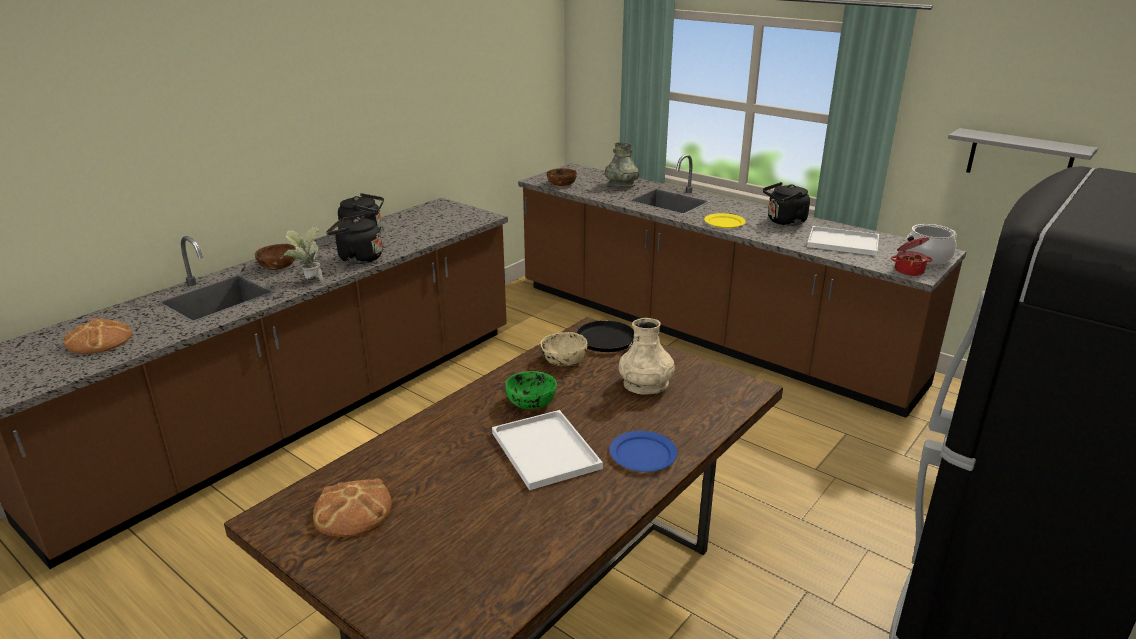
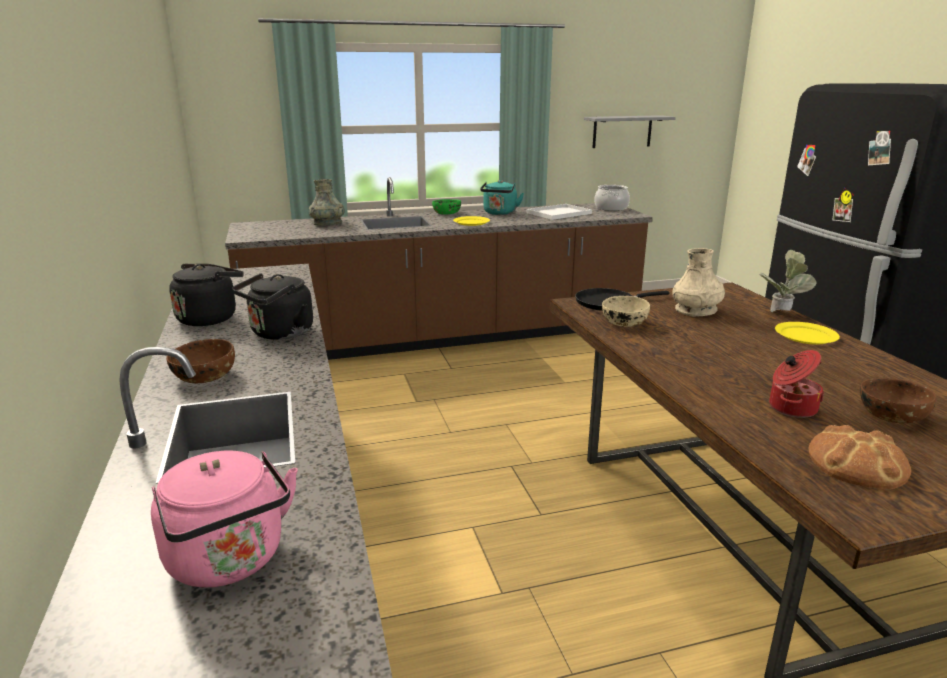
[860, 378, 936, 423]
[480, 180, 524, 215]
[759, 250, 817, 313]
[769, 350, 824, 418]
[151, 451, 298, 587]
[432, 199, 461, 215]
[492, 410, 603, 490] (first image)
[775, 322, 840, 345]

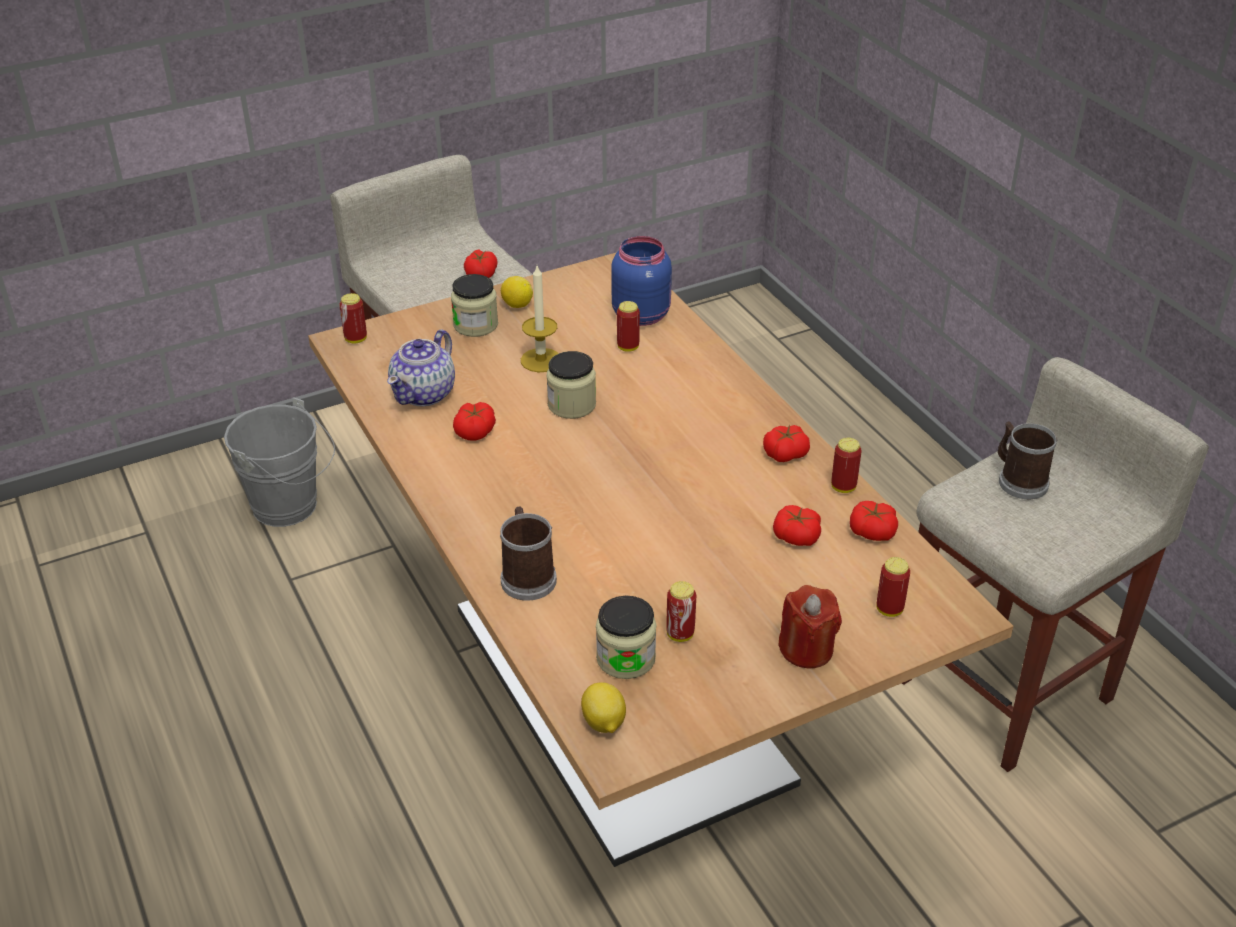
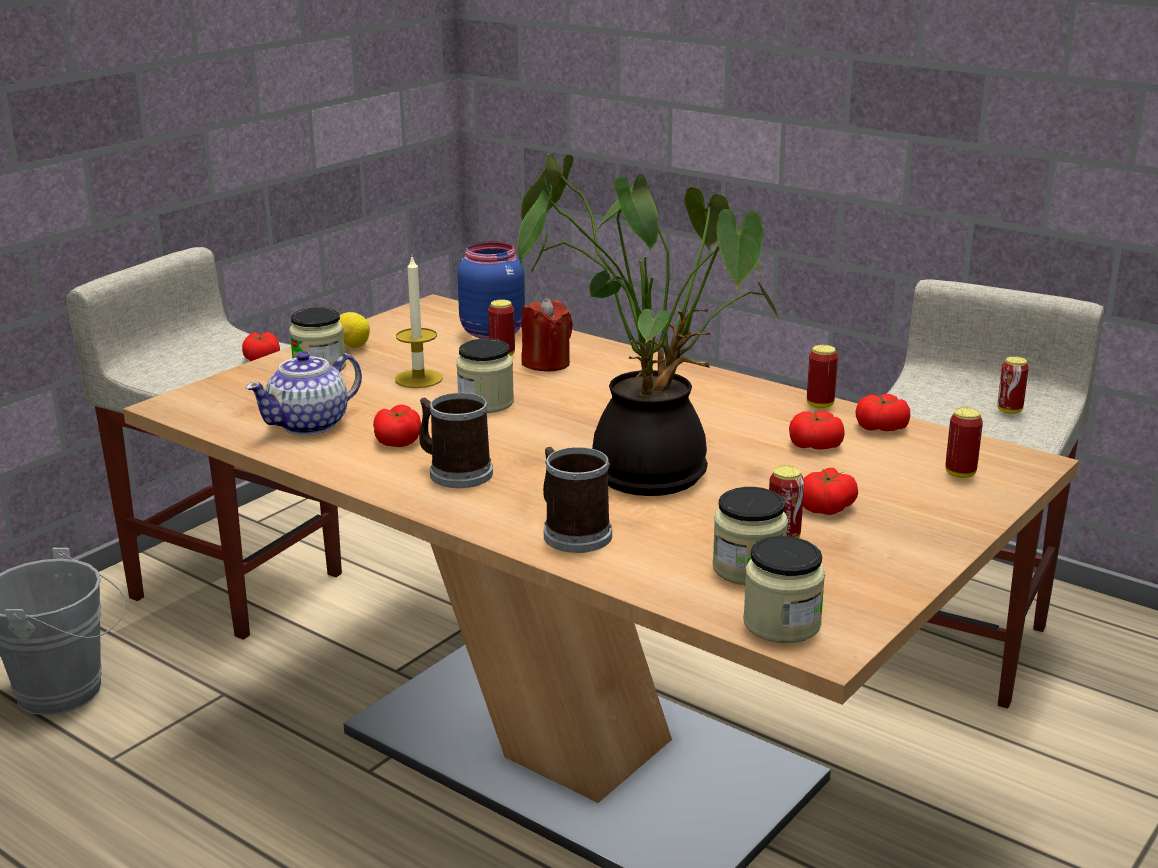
[997, 356, 1029, 414]
[245, 351, 362, 435]
[419, 393, 493, 488]
[803, 468, 858, 515]
[521, 298, 573, 372]
[743, 536, 825, 643]
[518, 153, 780, 496]

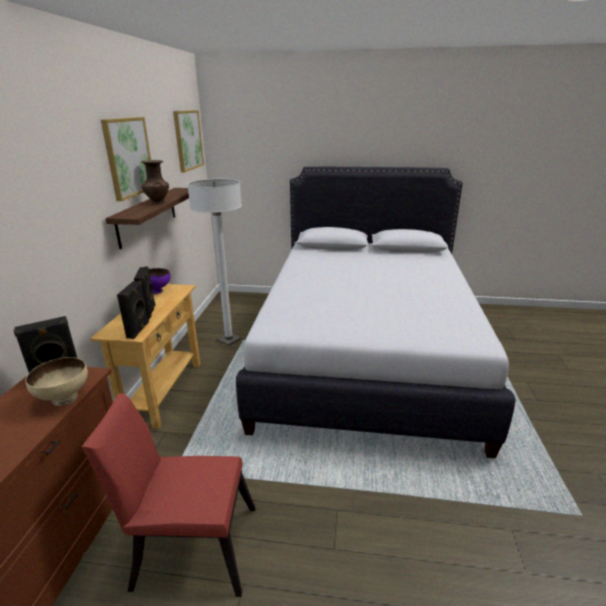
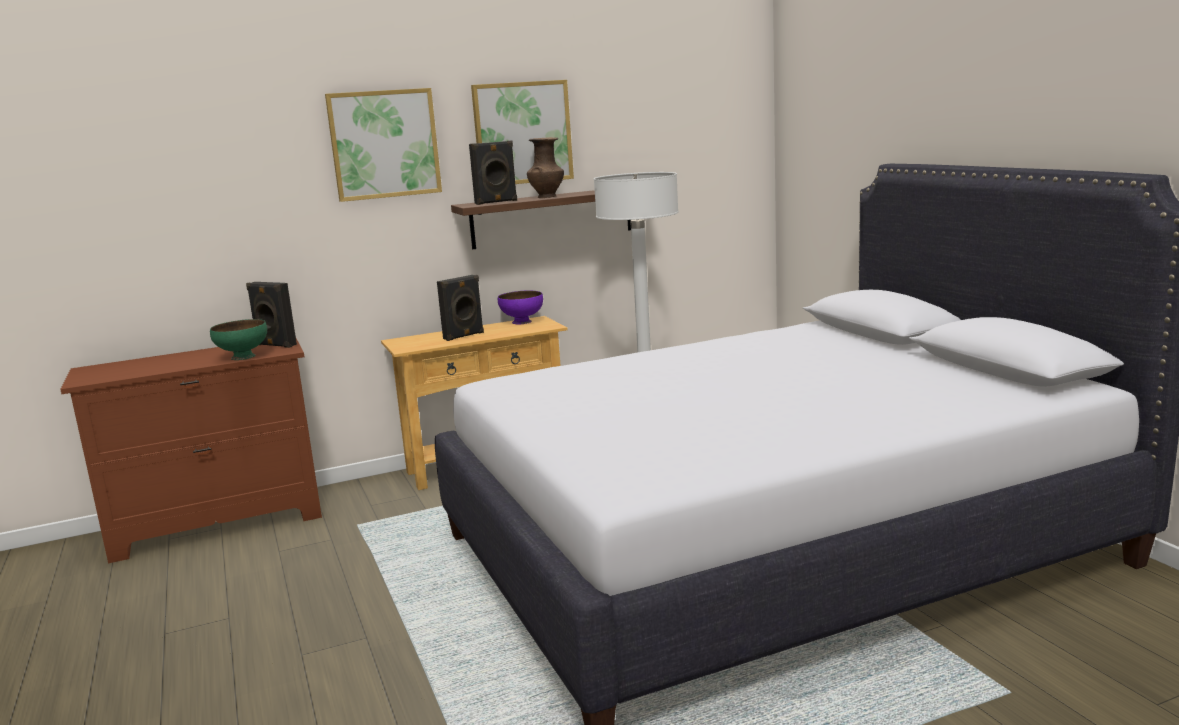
[325, 88, 442, 202]
[469, 140, 517, 205]
[210, 319, 267, 360]
[82, 393, 256, 597] (first image)

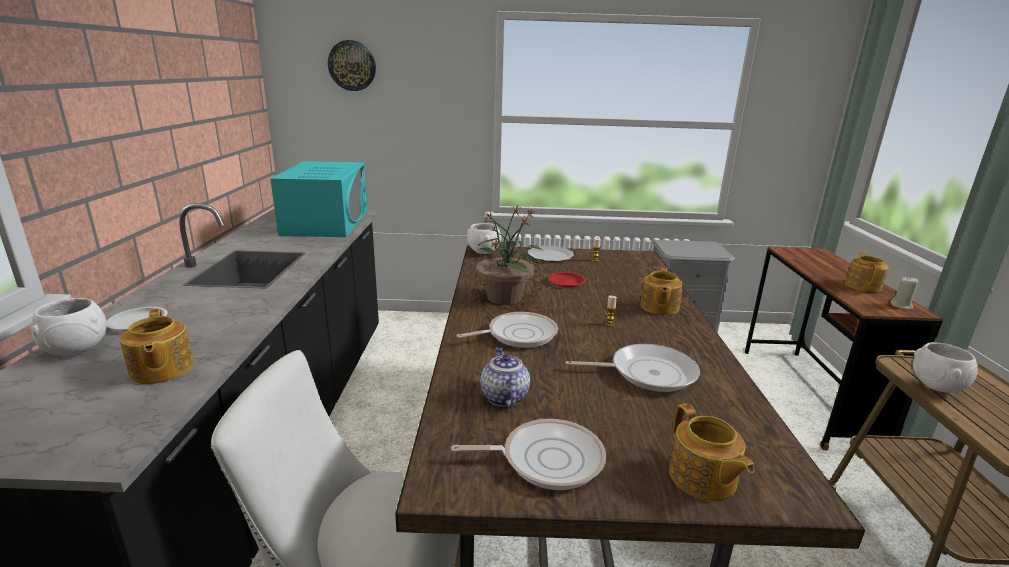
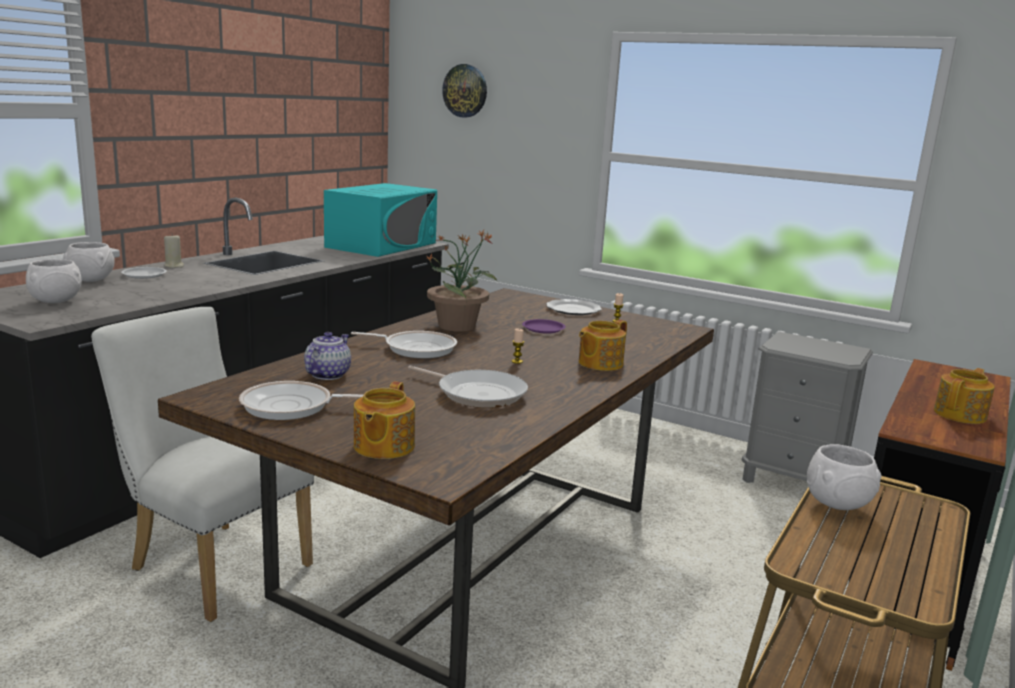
[26, 259, 82, 303]
[522, 319, 566, 334]
[164, 235, 184, 268]
[120, 309, 194, 384] (first image)
[239, 381, 363, 420]

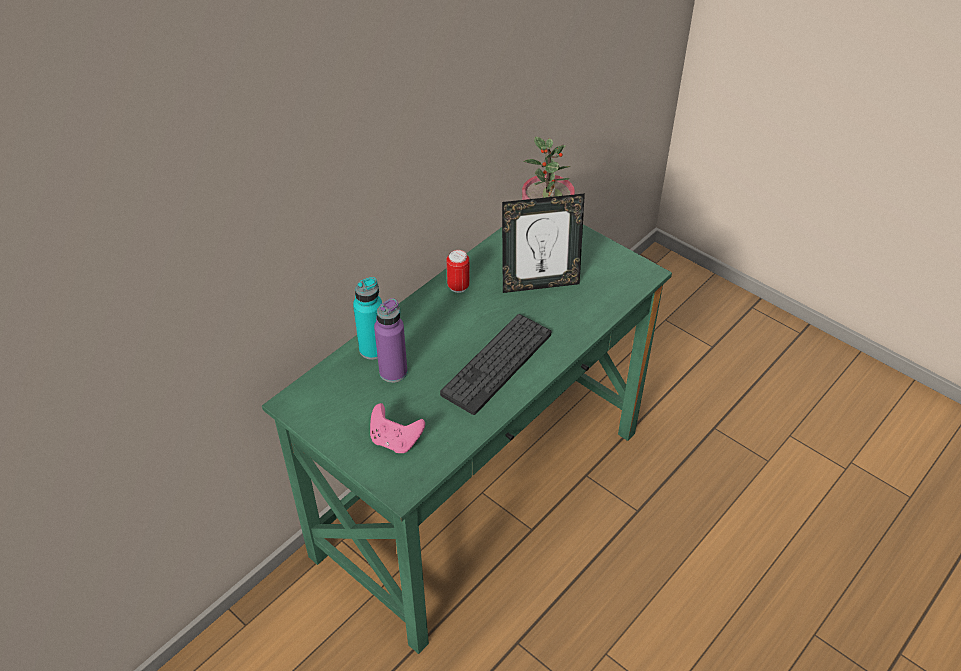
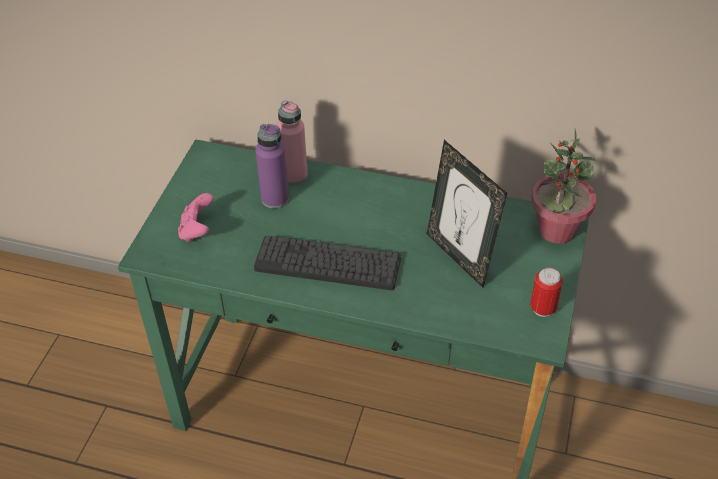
[530, 268, 563, 317]
[276, 101, 308, 185]

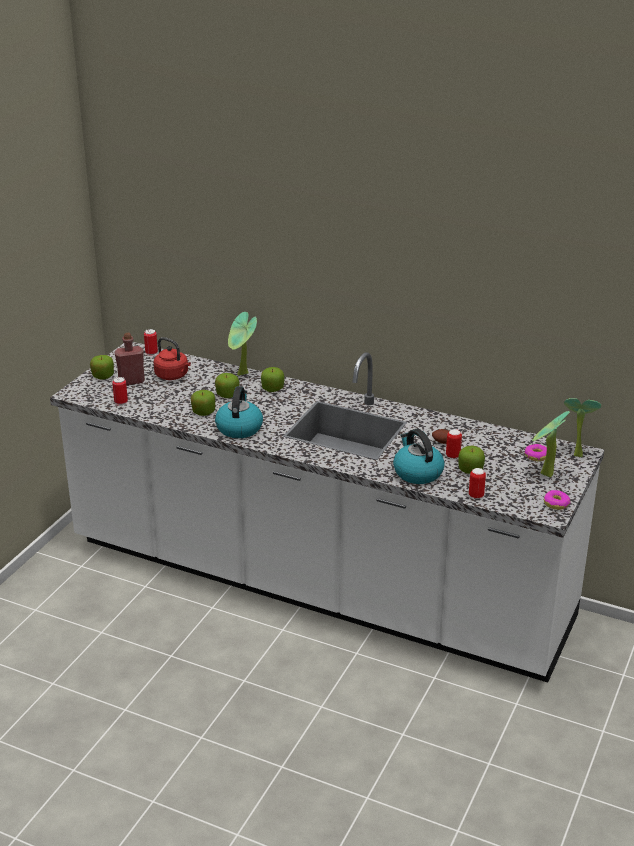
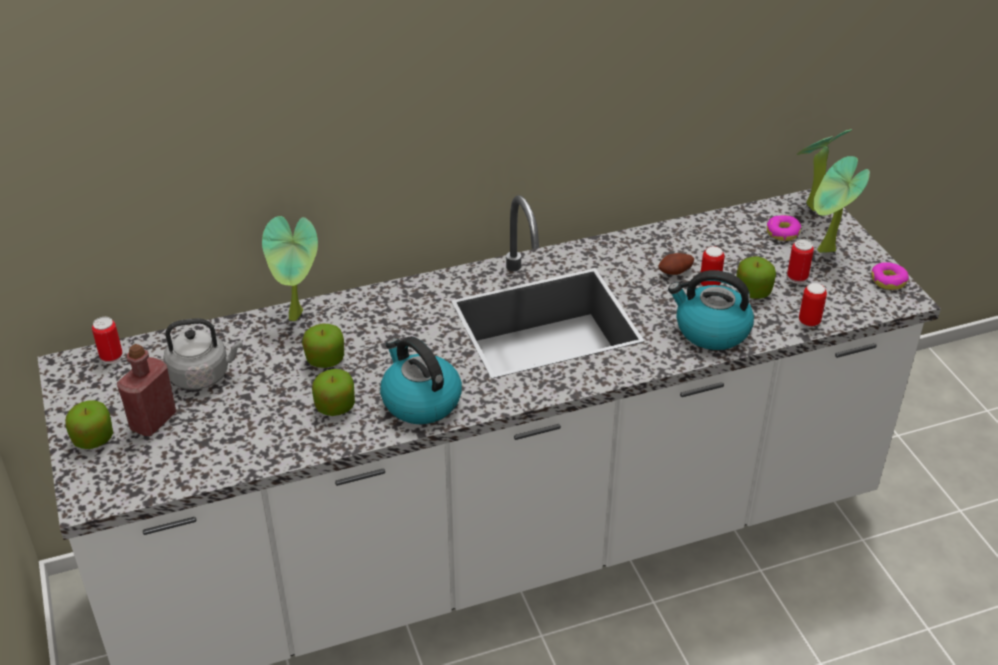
[163, 318, 243, 390]
[261, 367, 284, 392] (first image)
[787, 239, 814, 284]

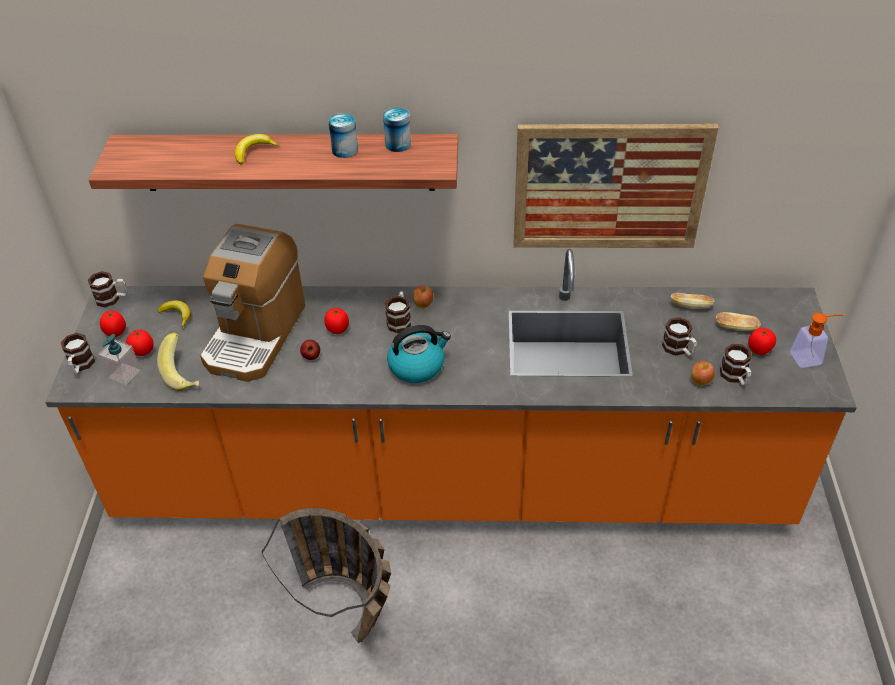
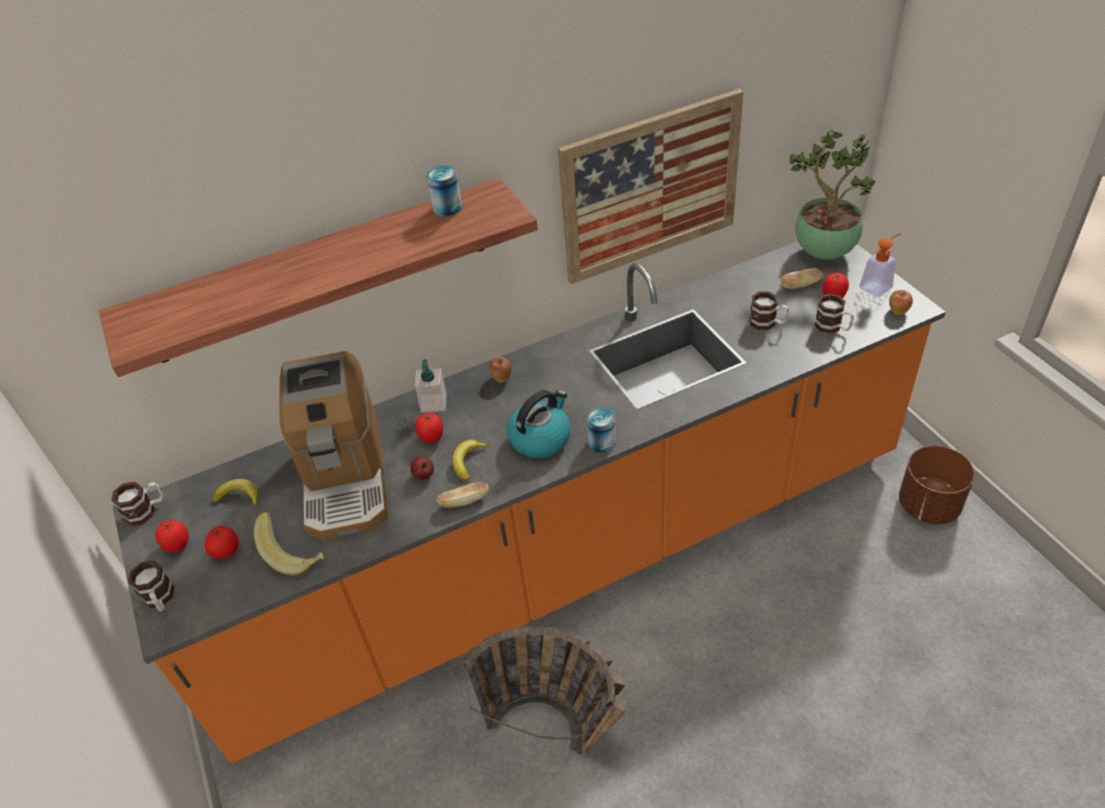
[587, 407, 616, 453]
[453, 440, 489, 481]
[385, 291, 411, 333] (first image)
[437, 482, 489, 508]
[415, 359, 447, 413]
[889, 290, 913, 315]
[789, 128, 876, 260]
[899, 445, 975, 524]

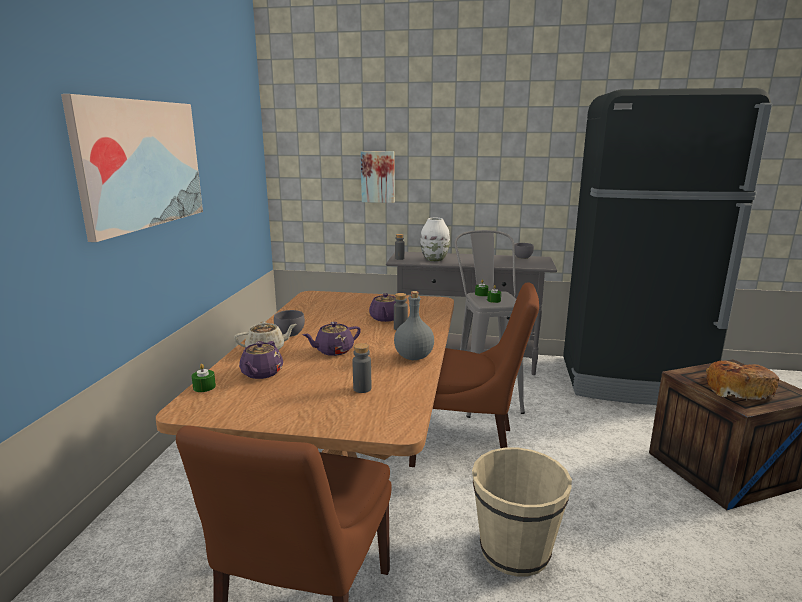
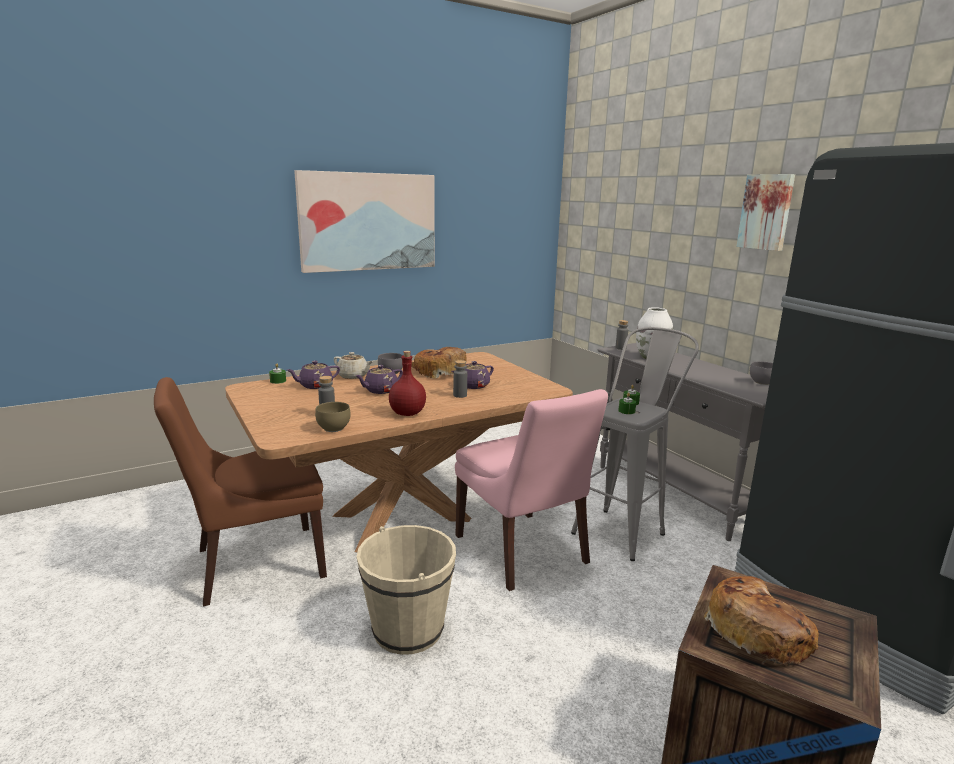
[736, 174, 795, 251]
[455, 389, 608, 591]
[389, 351, 426, 416]
[355, 365, 403, 394]
[411, 347, 466, 379]
[315, 402, 350, 432]

